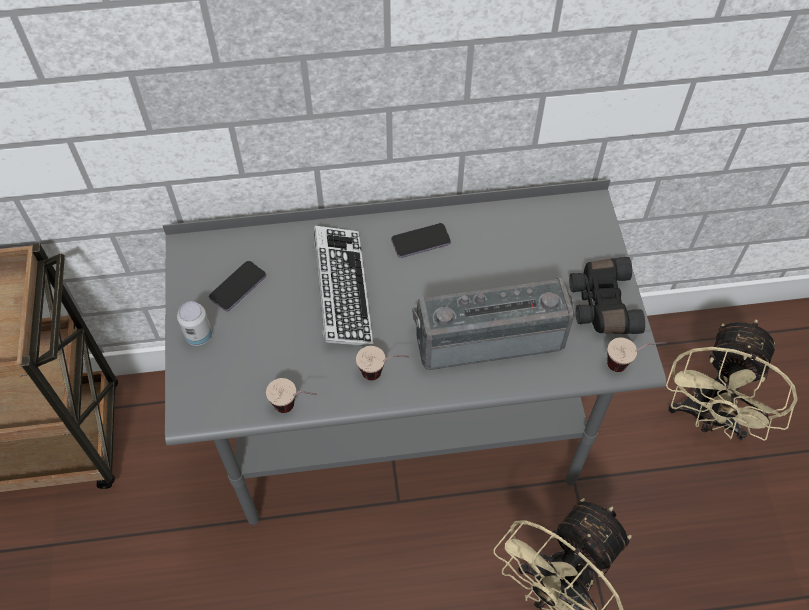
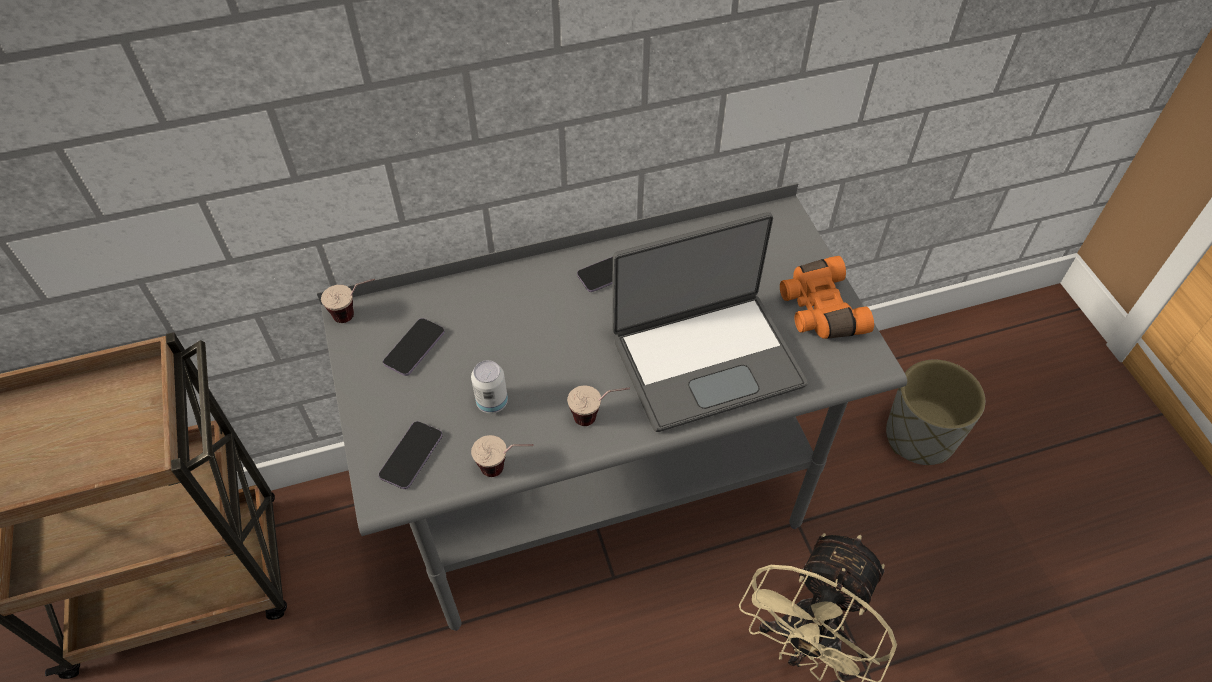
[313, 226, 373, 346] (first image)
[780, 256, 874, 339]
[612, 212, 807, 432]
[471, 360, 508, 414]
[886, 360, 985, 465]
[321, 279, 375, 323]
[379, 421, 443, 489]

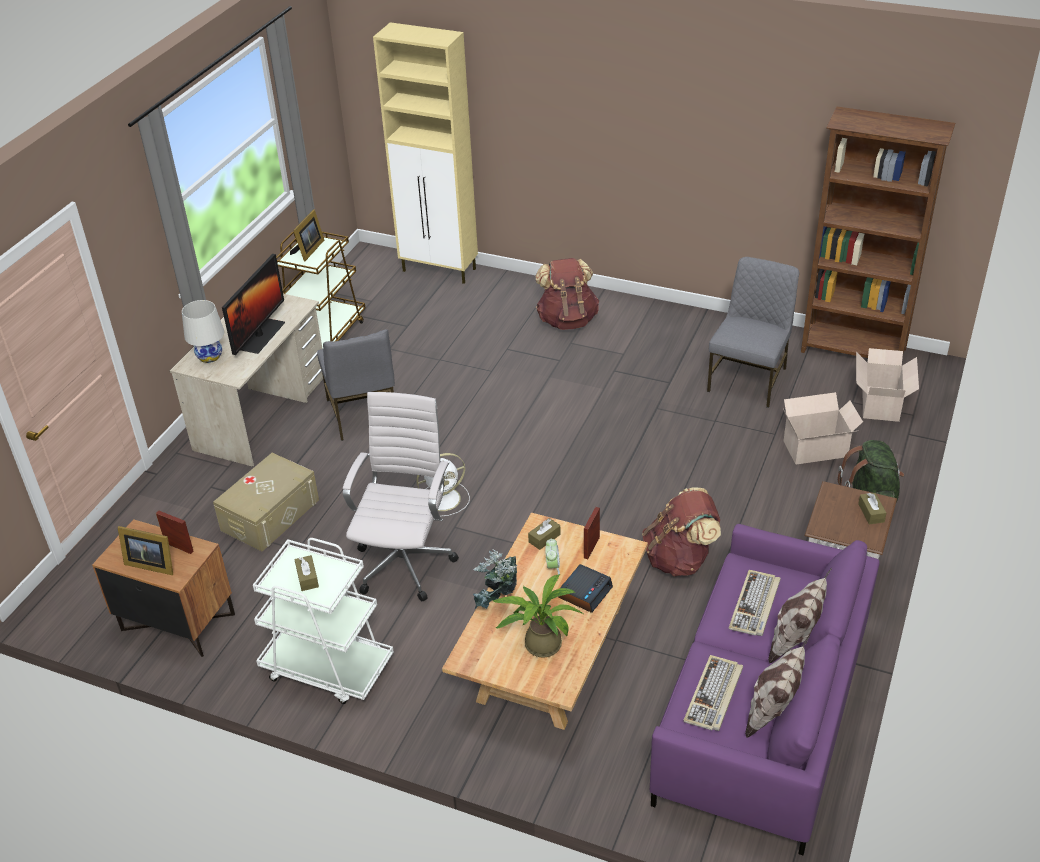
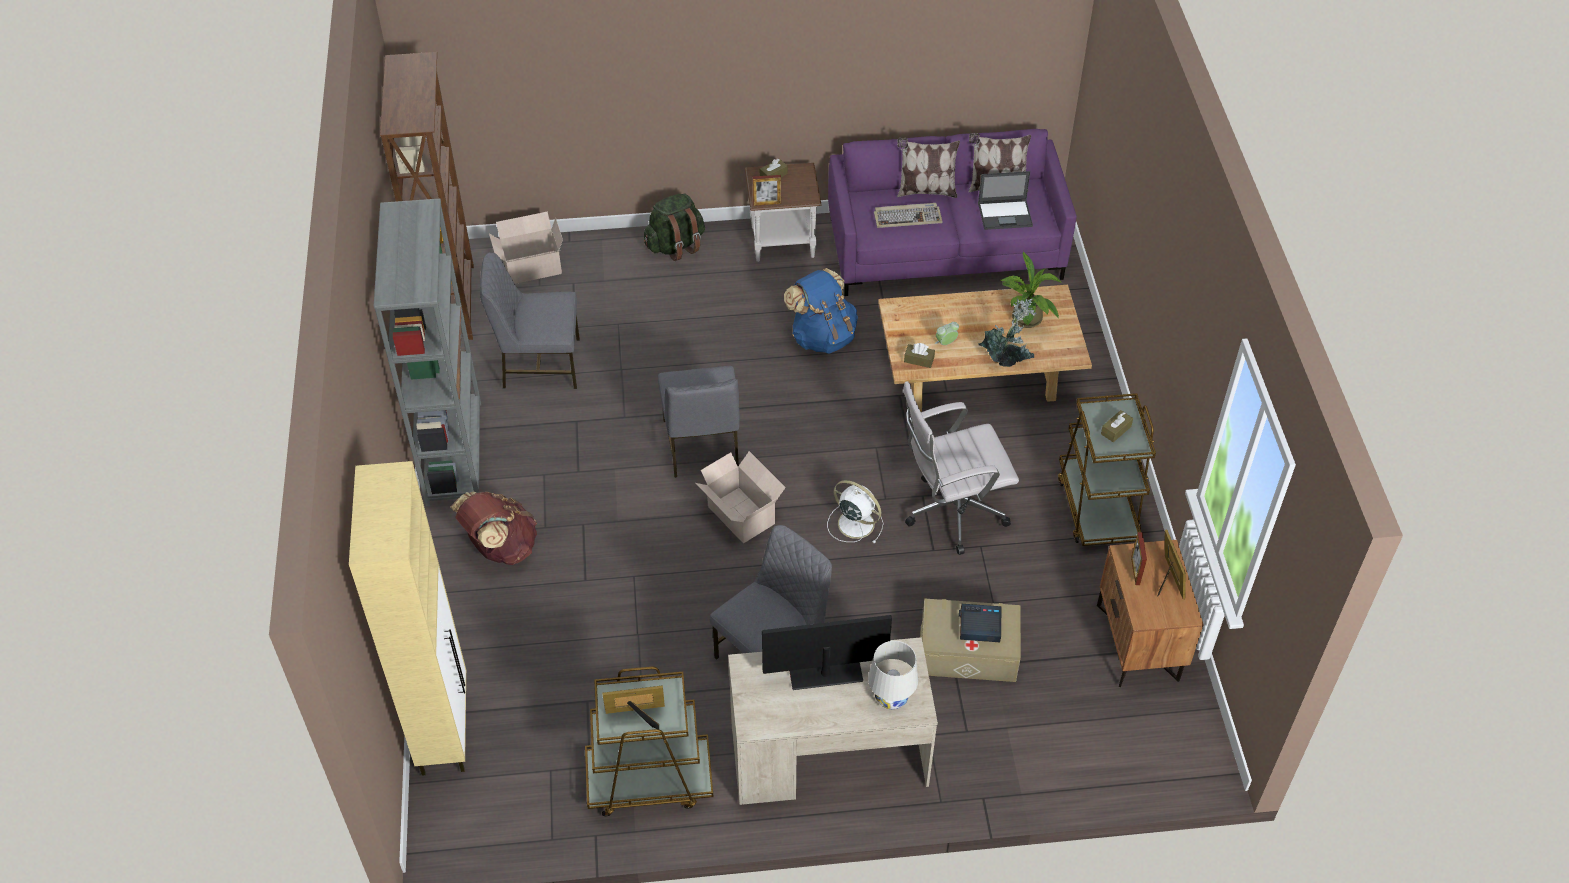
[696, 451, 786, 543]
[784, 268, 858, 353]
[753, 175, 781, 206]
[1058, 393, 1156, 546]
[959, 604, 1001, 642]
[978, 171, 1033, 230]
[374, 198, 481, 506]
[658, 366, 740, 478]

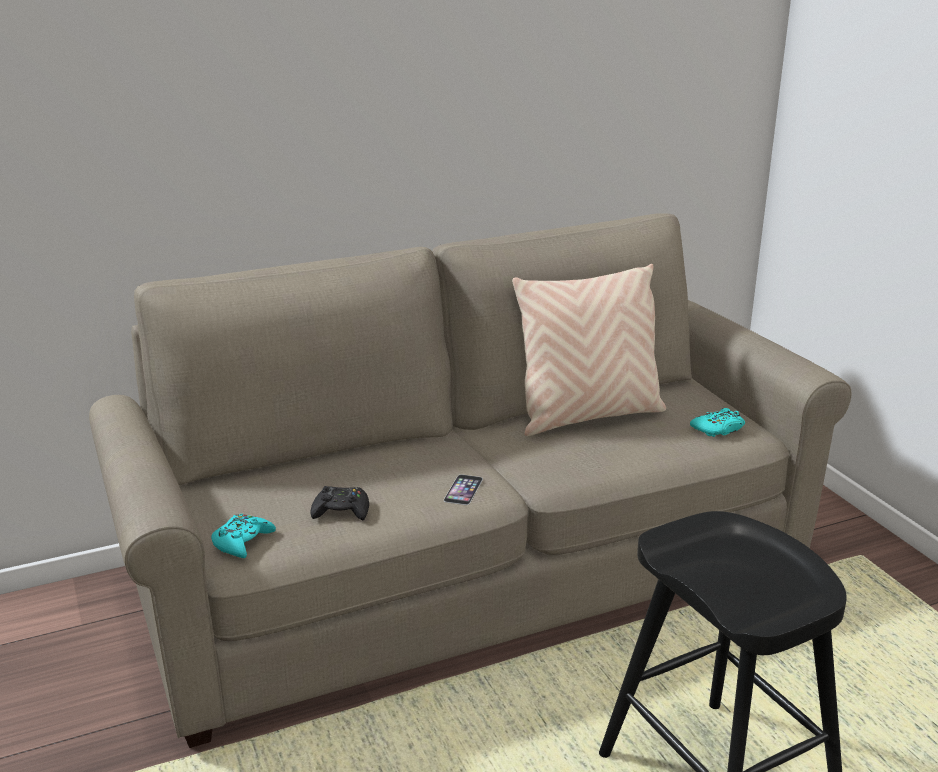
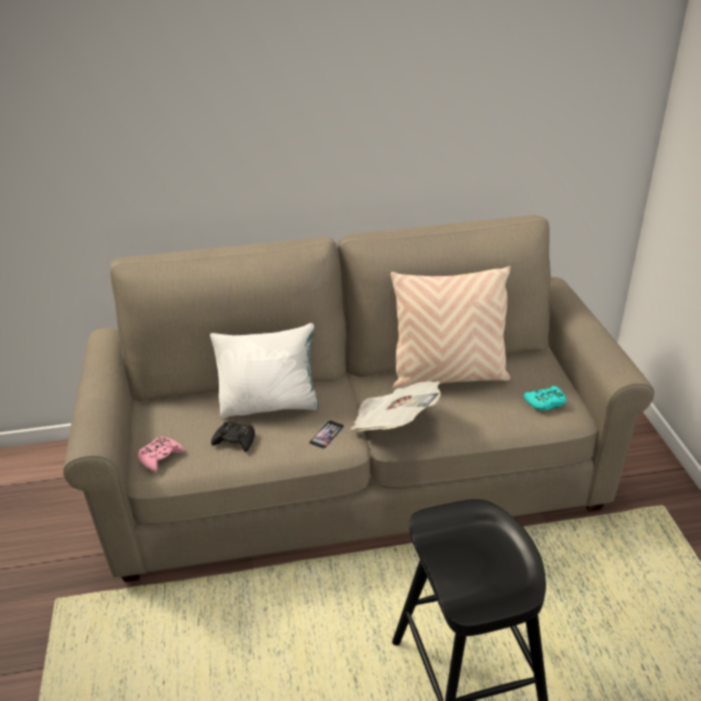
[138, 437, 185, 472]
[210, 323, 319, 418]
[350, 381, 441, 431]

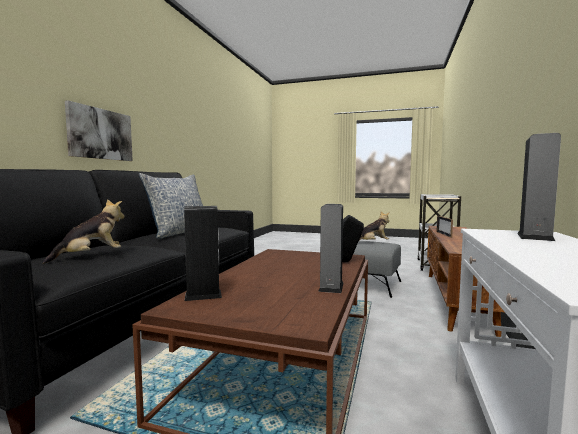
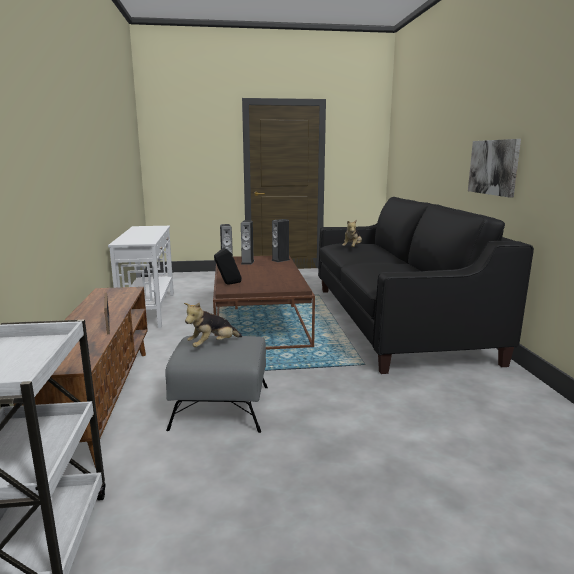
[241, 220, 254, 265]
[139, 173, 203, 239] (first image)

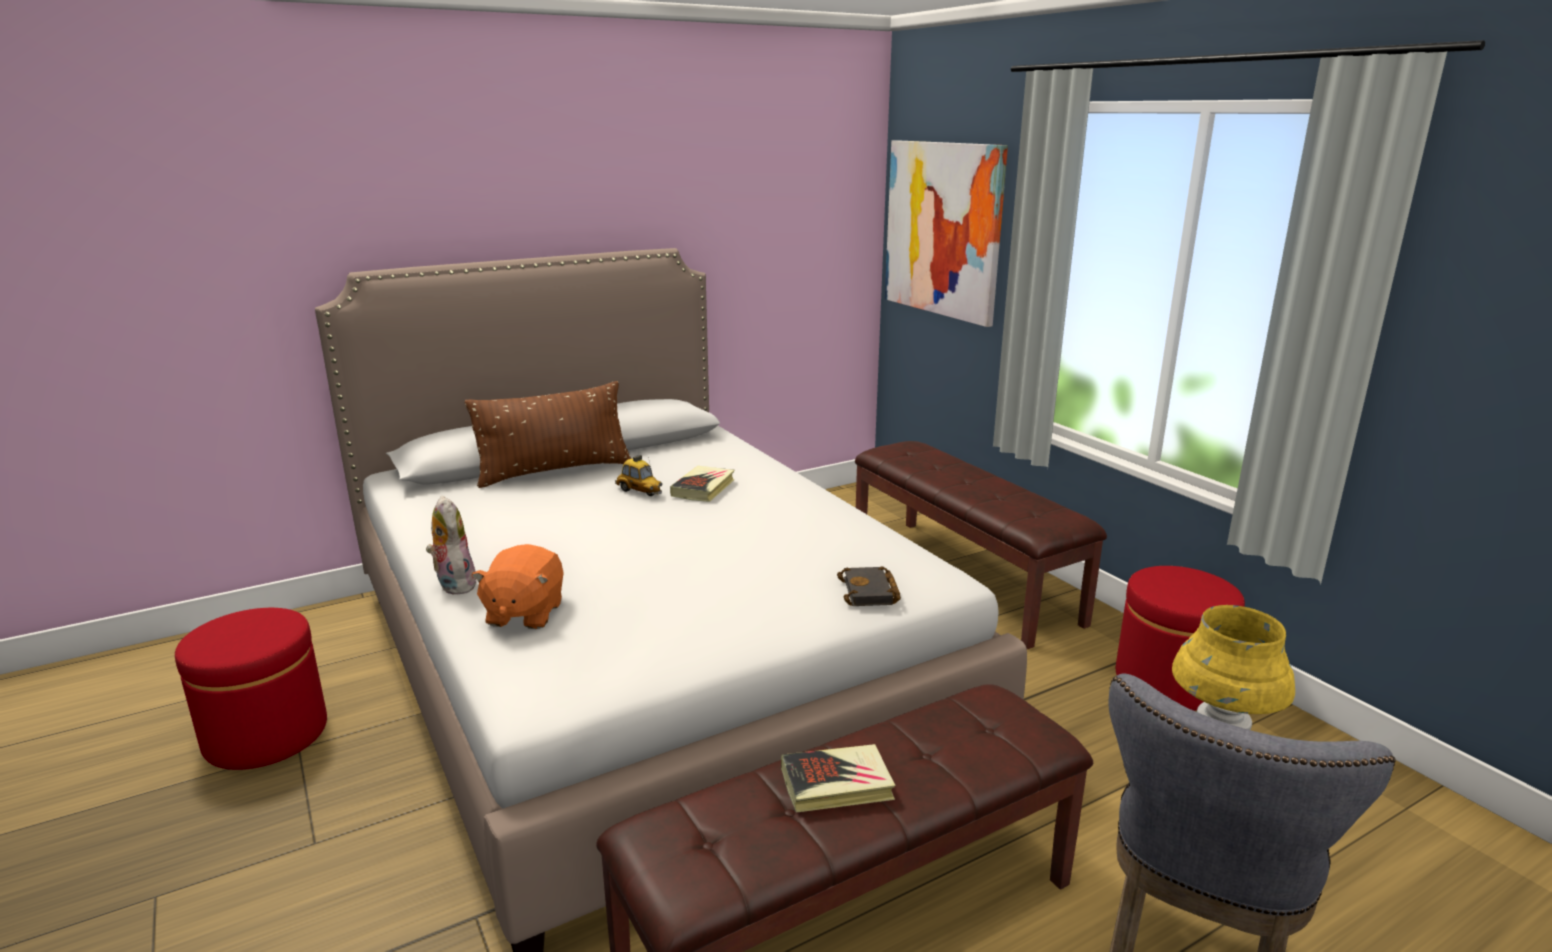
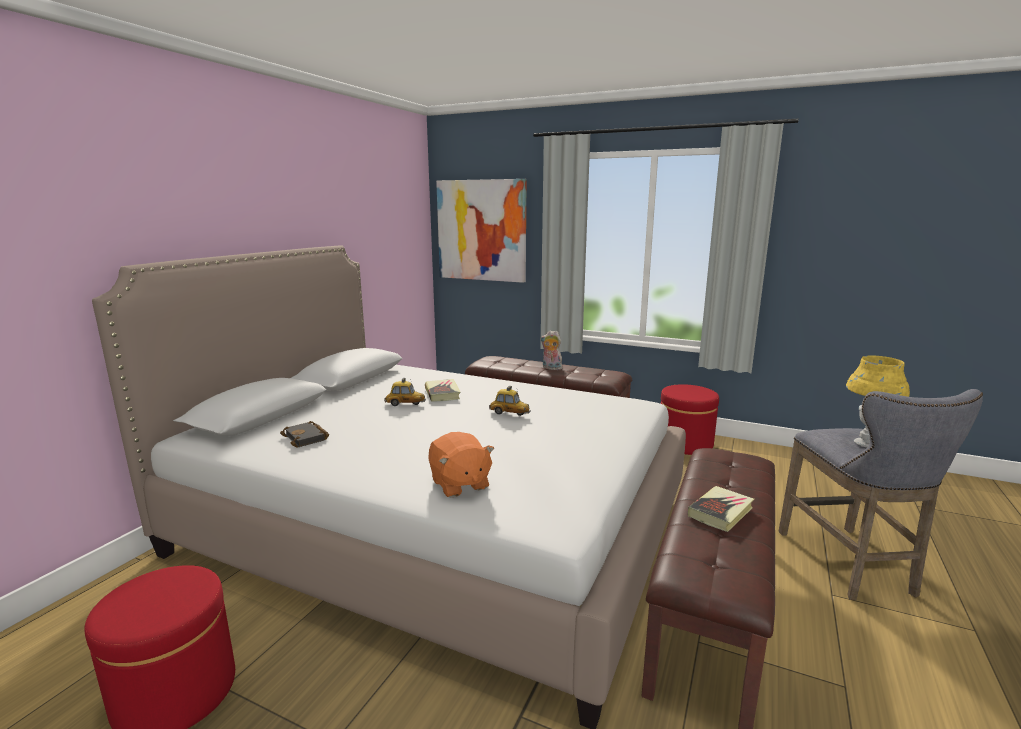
[465, 381, 631, 488] (first image)
[540, 330, 562, 370]
[280, 421, 329, 447]
[489, 386, 530, 416]

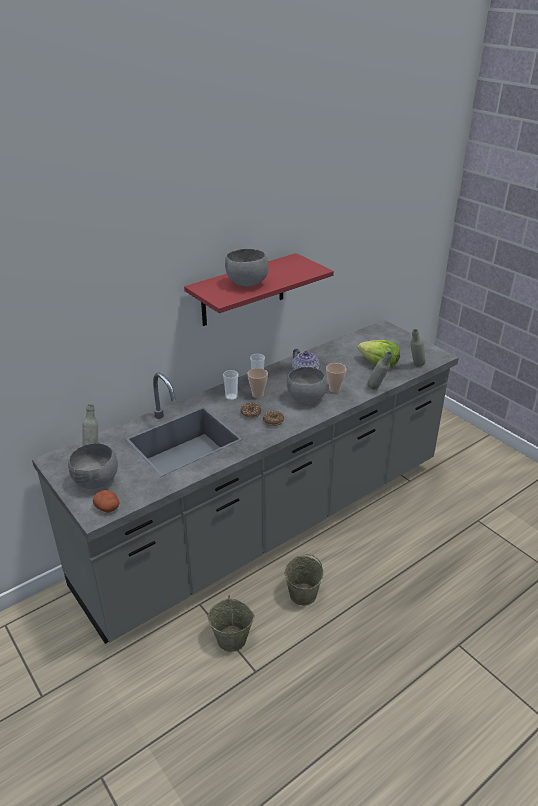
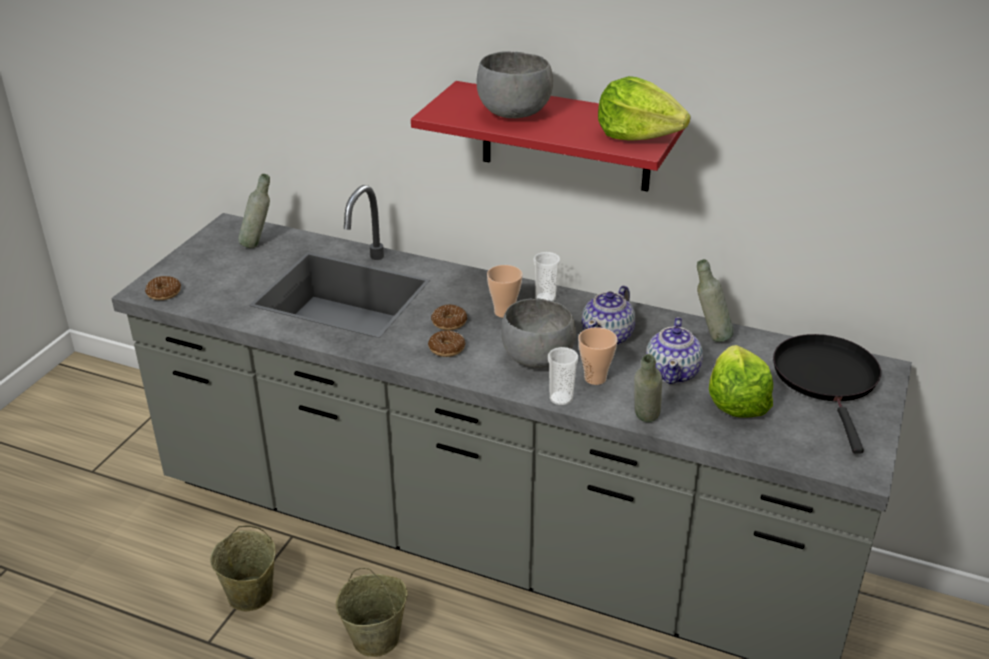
[697, 259, 734, 342]
[548, 347, 578, 406]
[68, 443, 118, 489] (first image)
[145, 276, 181, 300]
[598, 76, 691, 141]
[646, 317, 703, 384]
[773, 334, 881, 454]

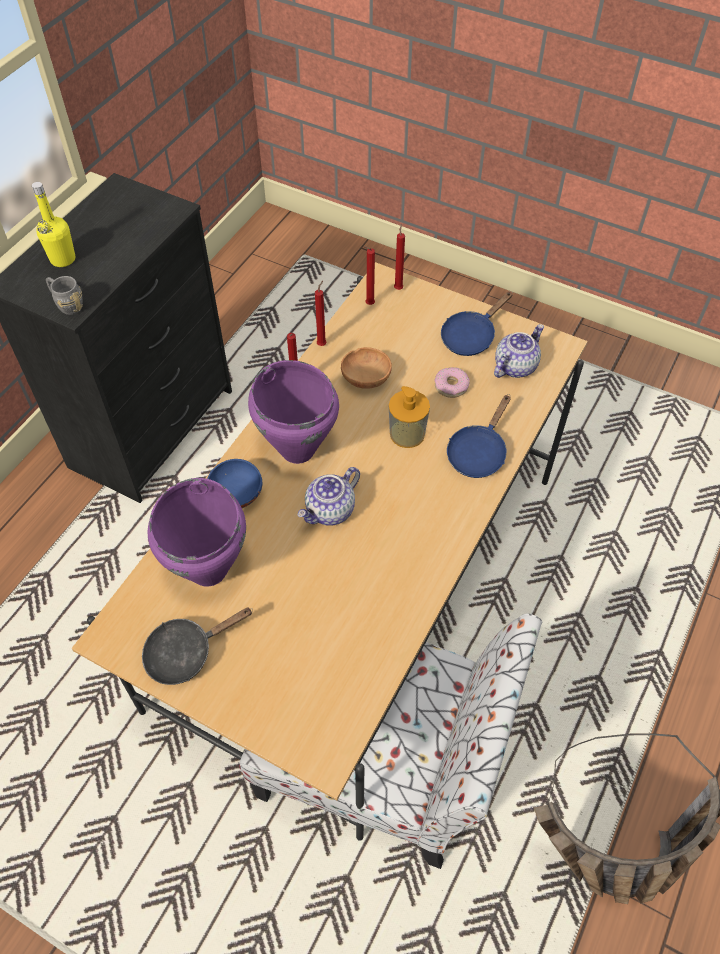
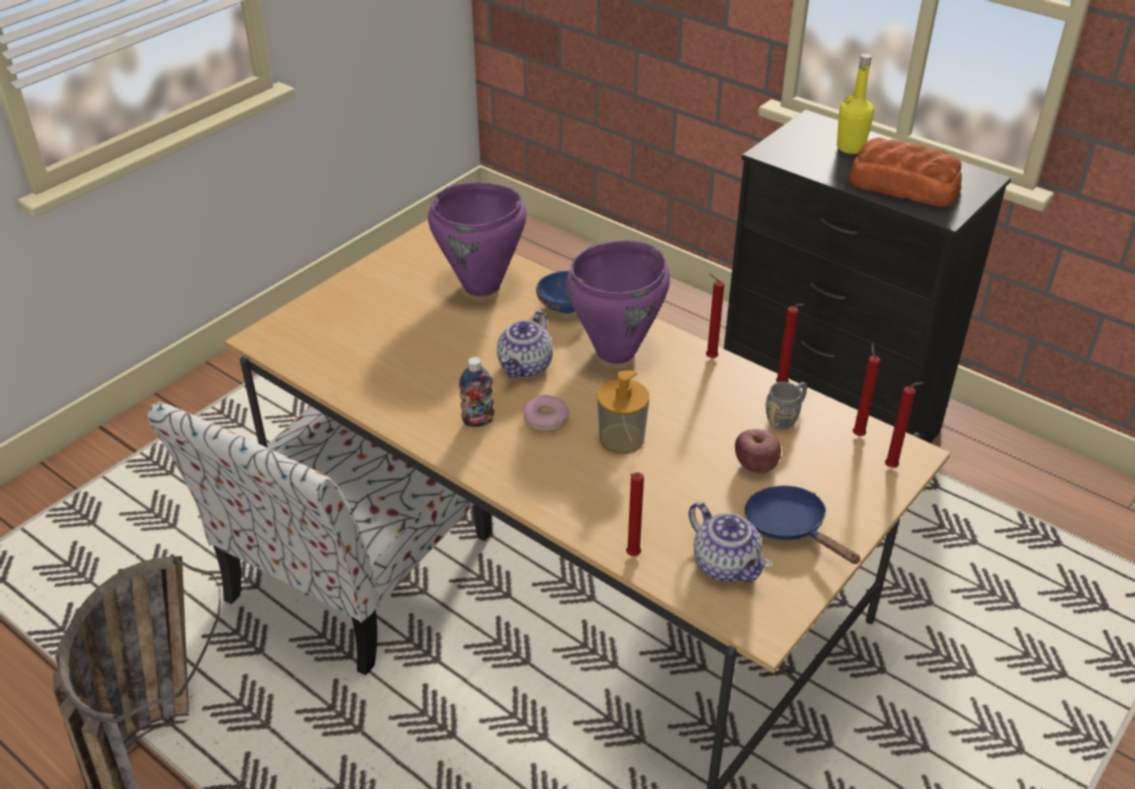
[766, 382, 807, 429]
[341, 347, 392, 389] (first image)
[523, 395, 569, 432]
[447, 394, 511, 478] (first image)
[497, 311, 553, 378]
[142, 608, 253, 685] (first image)
[848, 138, 962, 207]
[459, 357, 494, 427]
[735, 429, 781, 473]
[626, 472, 644, 556]

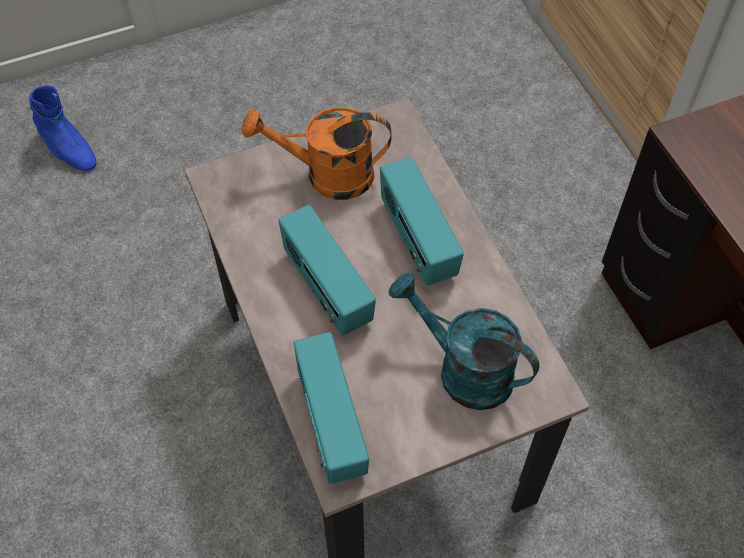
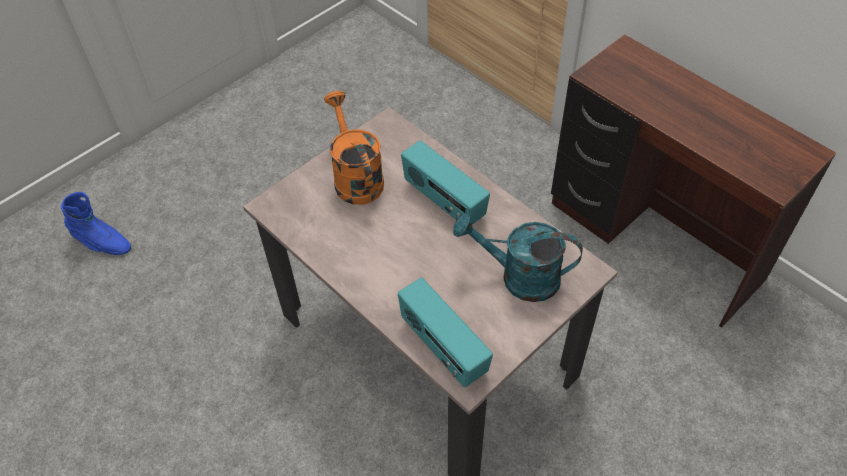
[324, 91, 384, 205]
[278, 205, 376, 335] (first image)

